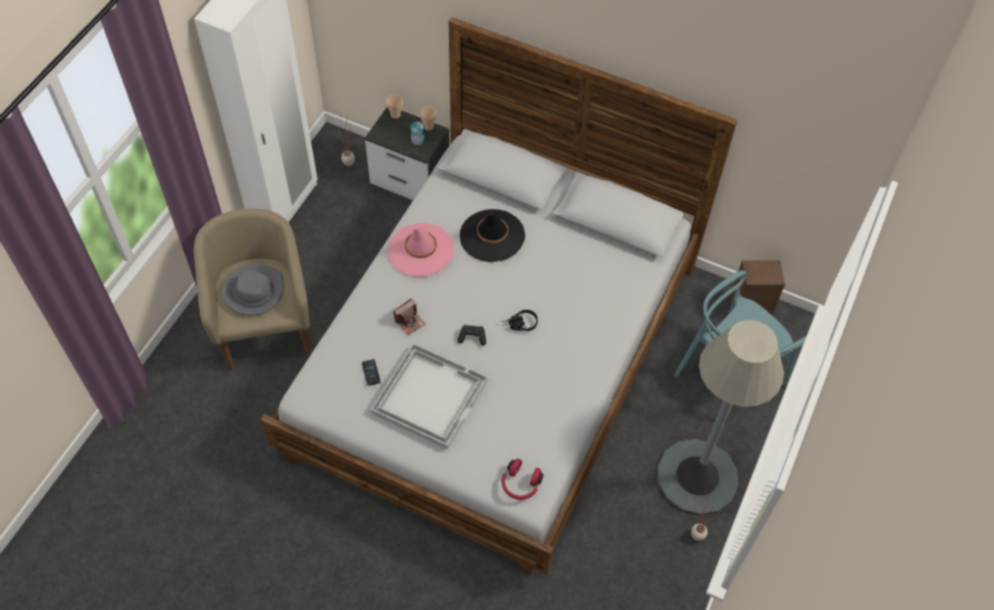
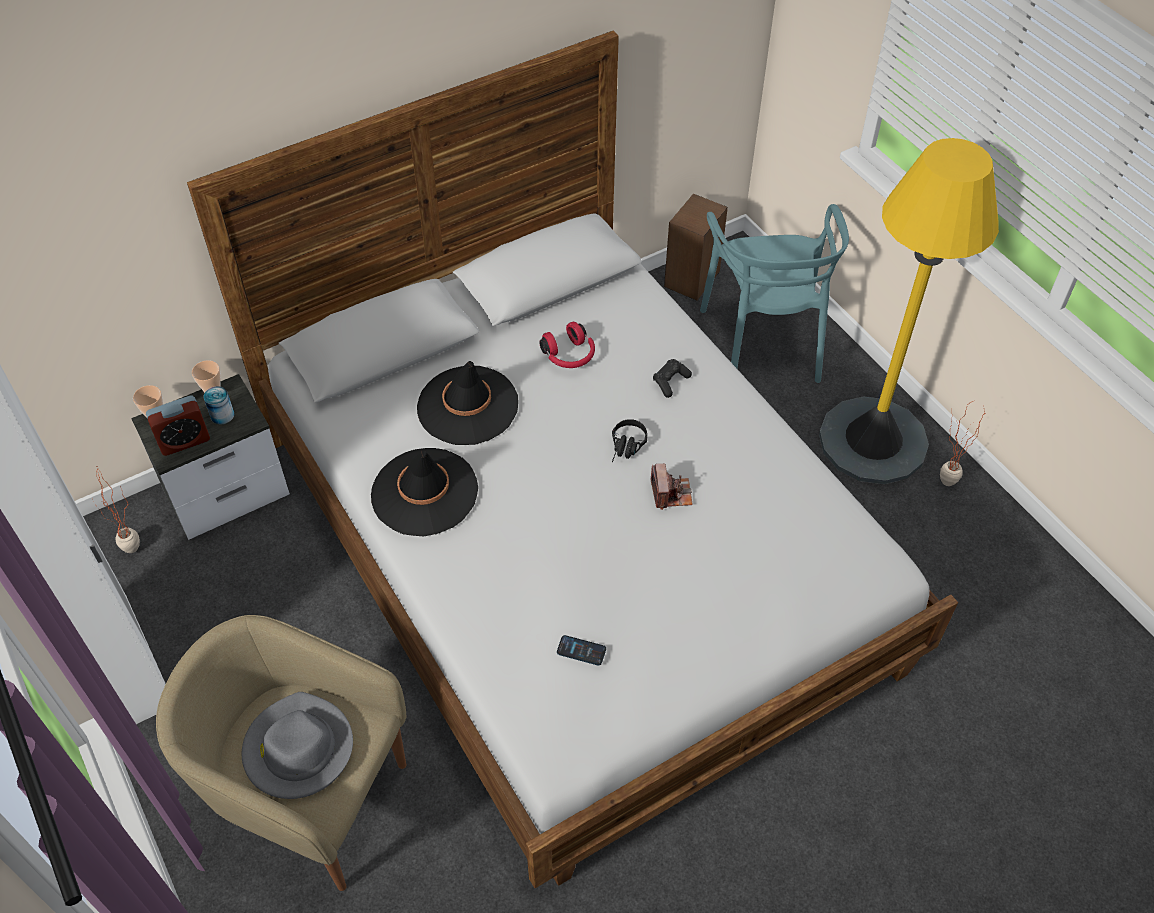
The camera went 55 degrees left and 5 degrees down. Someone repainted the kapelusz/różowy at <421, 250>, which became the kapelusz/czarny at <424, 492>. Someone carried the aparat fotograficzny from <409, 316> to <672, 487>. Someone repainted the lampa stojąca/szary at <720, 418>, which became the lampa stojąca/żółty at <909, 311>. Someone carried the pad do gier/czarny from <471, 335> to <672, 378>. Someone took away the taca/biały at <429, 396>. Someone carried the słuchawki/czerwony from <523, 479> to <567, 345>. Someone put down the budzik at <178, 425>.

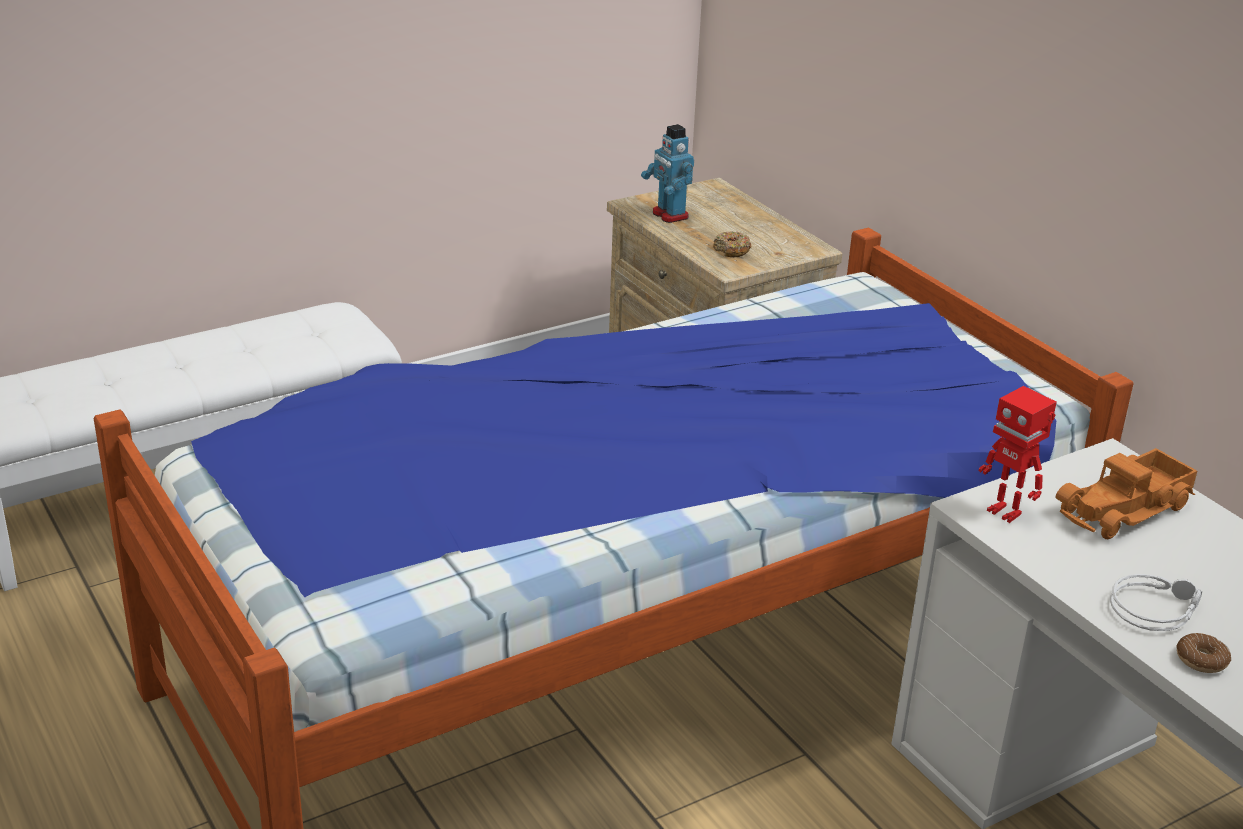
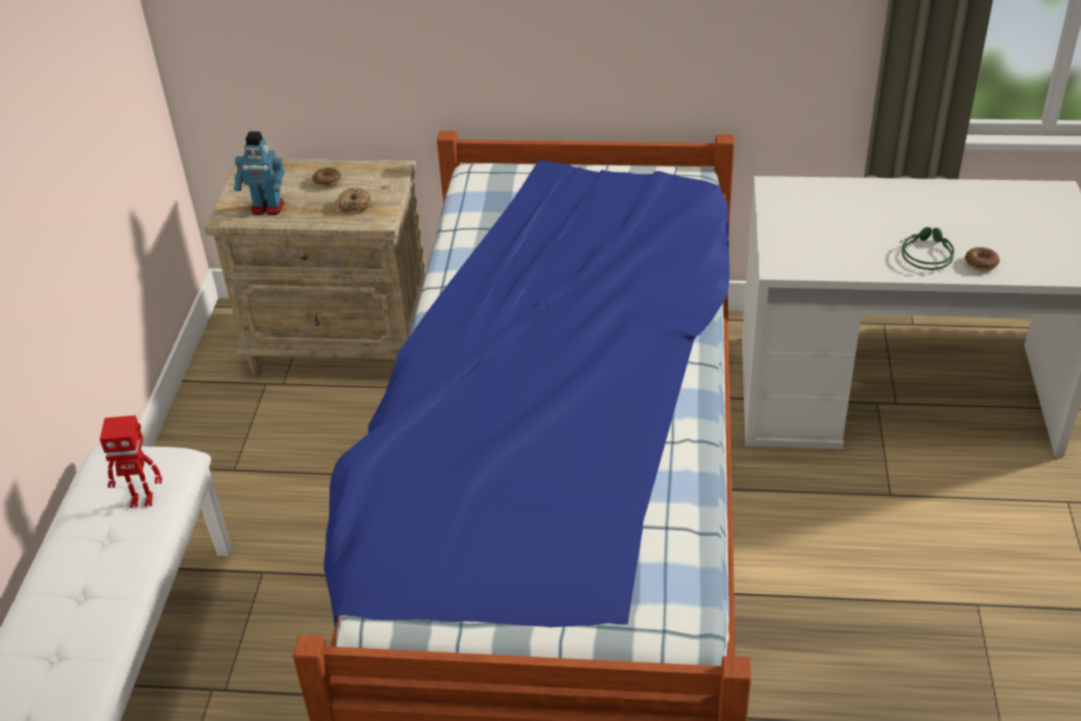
The camera went 50 degrees left and 10 degrees up. Someone carried the robot zabawkowy from <1018, 454> to <131, 461>. Someone took away the ciężarówka zabawkowa at <1126, 493>. Someone repainted the słuchawki/szary at <1156, 602>, which became the słuchawki/zielony at <927, 248>. Someone put down the donut at <327, 177>.

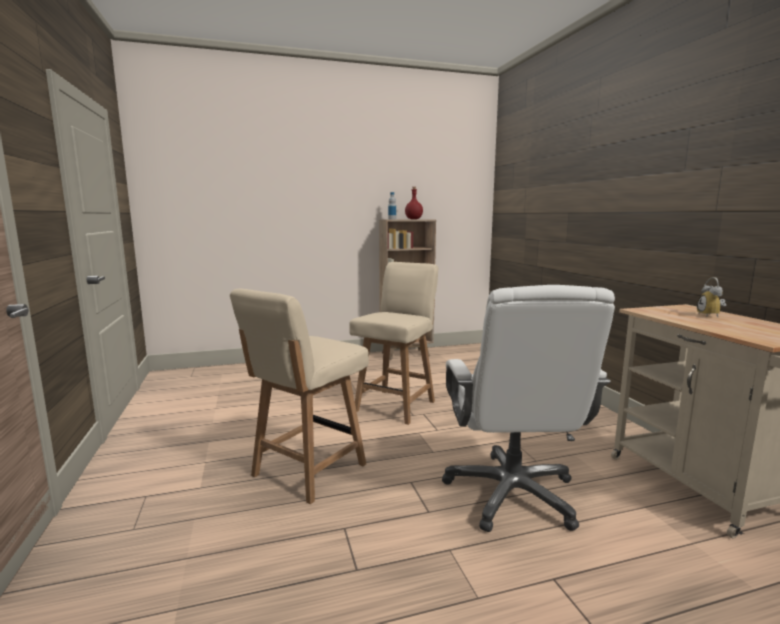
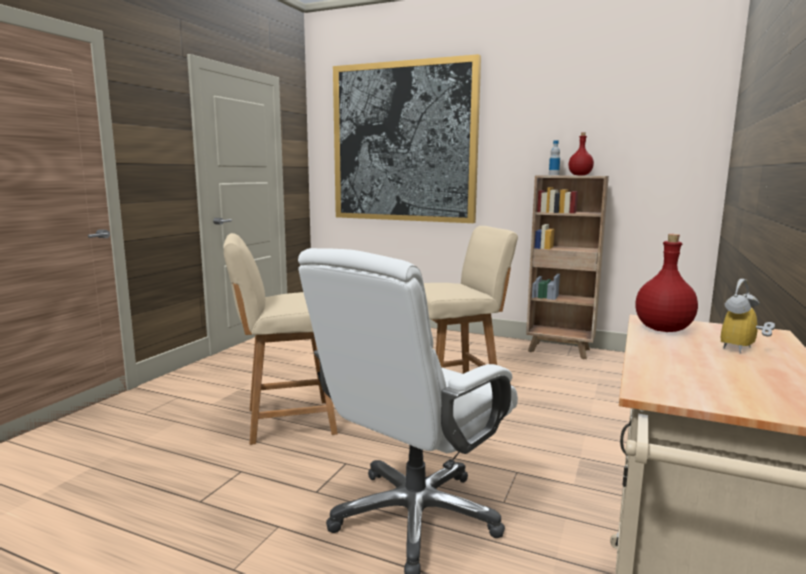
The camera went 40 degrees right and 0 degrees up. Someone put up the obraz at <407, 138>. Someone put down the butelka/czerwony at <666, 283>.

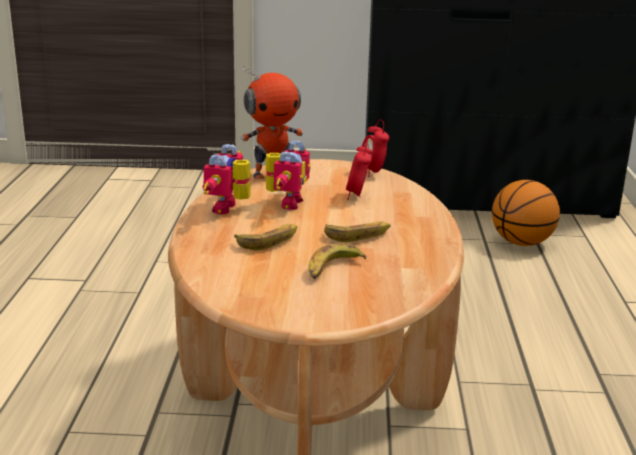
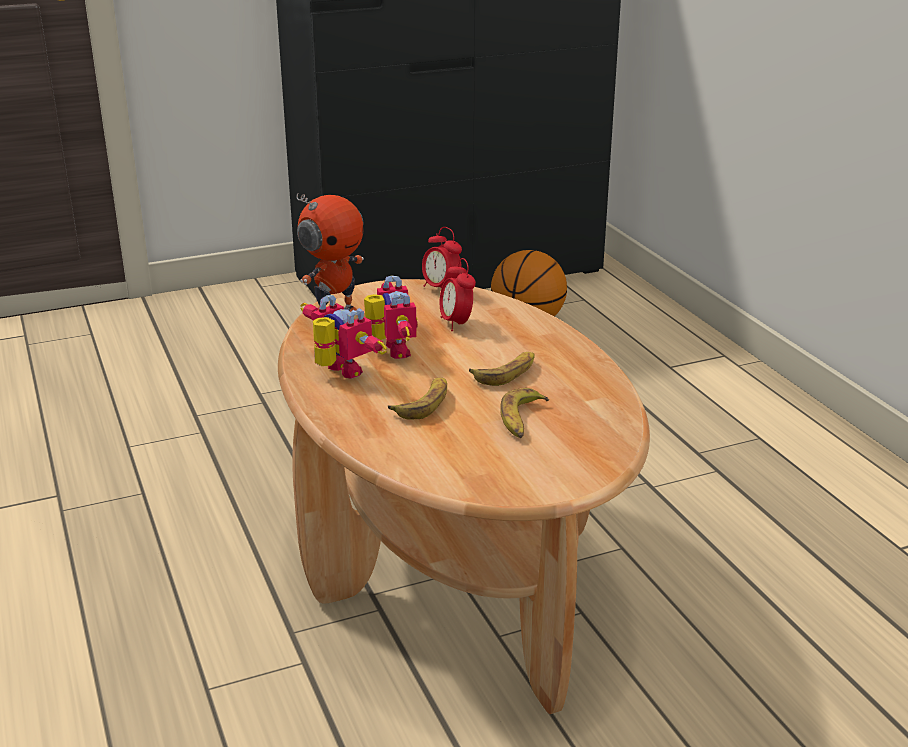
The camera went 25 degrees left and 5 degrees up. Someone rotated the robot zabawkowy at <226, 179> by 150 degrees clockwise.

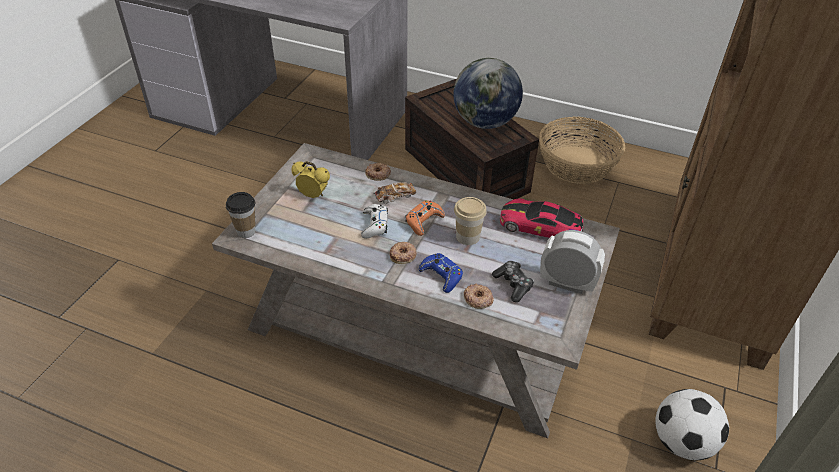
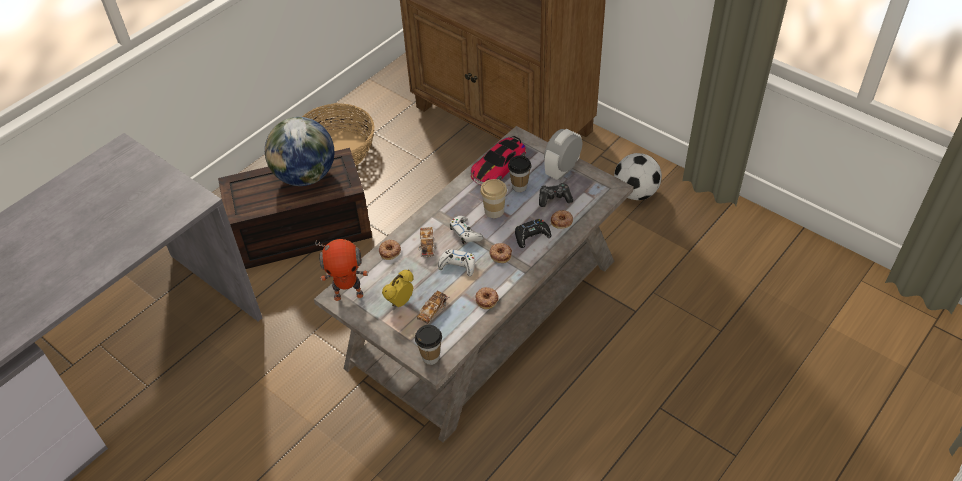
The camera went 70 degrees left and 5 degrees up. Someone repainted the pad do gier/pomarańczowy at <425, 218>, which became the pad do gier/biały at <466, 230>. Someone repainted the pad do gier/niebieski at <441, 273>, which became the pad do gier/czarny at <533, 233>. Someone put down the filiżanka at <519, 173>. Someone put down the robot zabawkowy at <341, 270>. Someone put down the donut at <487, 298>. Someone put down the samochodzik at <433, 307>.

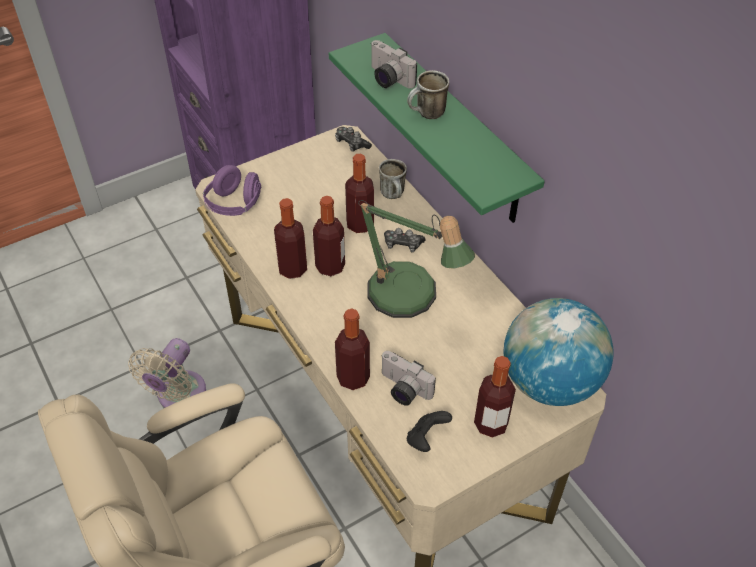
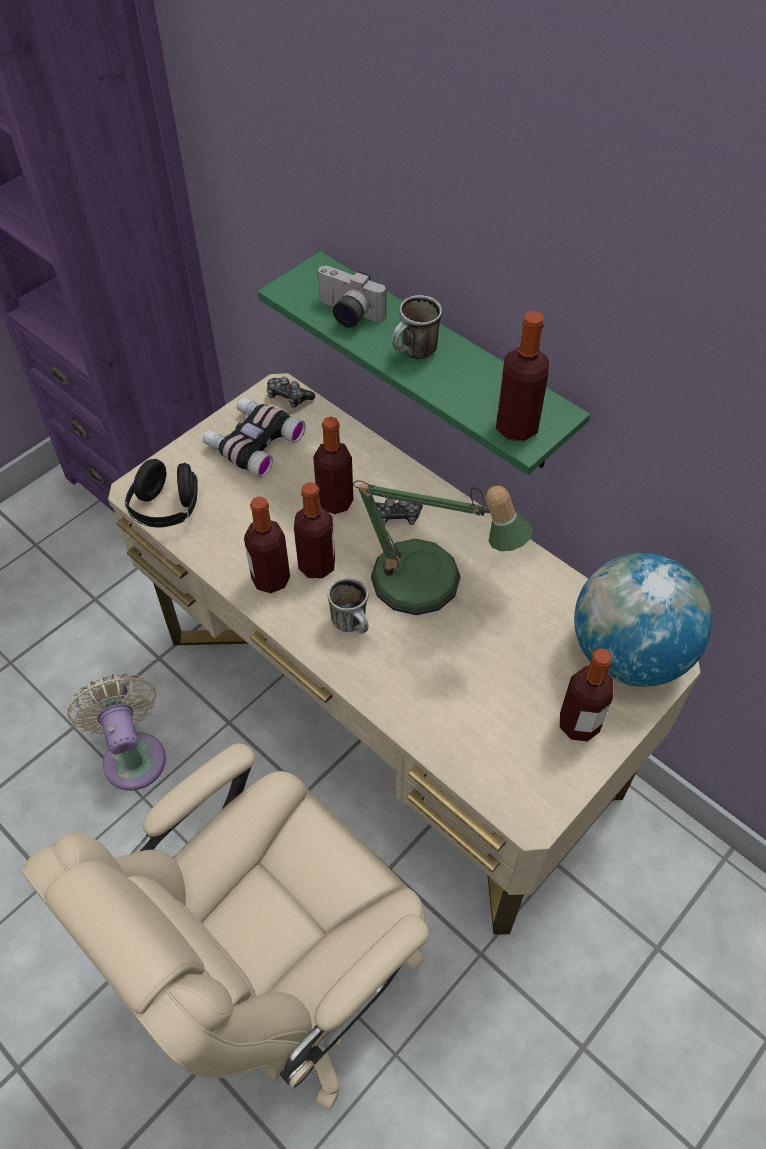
The camera went 15 degrees left and 5 degrees up. Someone carried the kubek from <393, 179> to <348, 606>. Someone repainted the słuchawki/fioletowy at <232, 190>, which became the słuchawki/czarny at <161, 493>. Someone carried the butelka from <352, 349> to <522, 376>. Someone rotated the wentylator/beżowy at <167, 373> by 150 degrees clockwise. Someone took away the aparat fotograficzny at <408, 378>. Someone took away the pad do gier/czarny at <429, 431>. Someone put down the lornetka at <254, 437>.

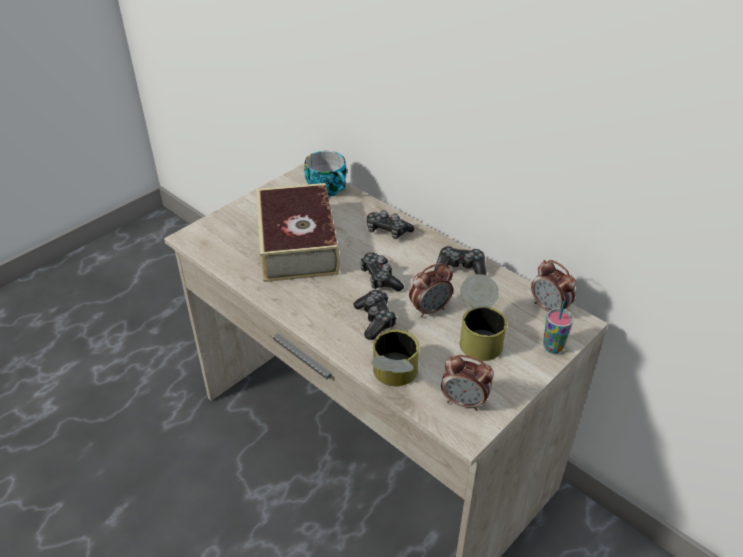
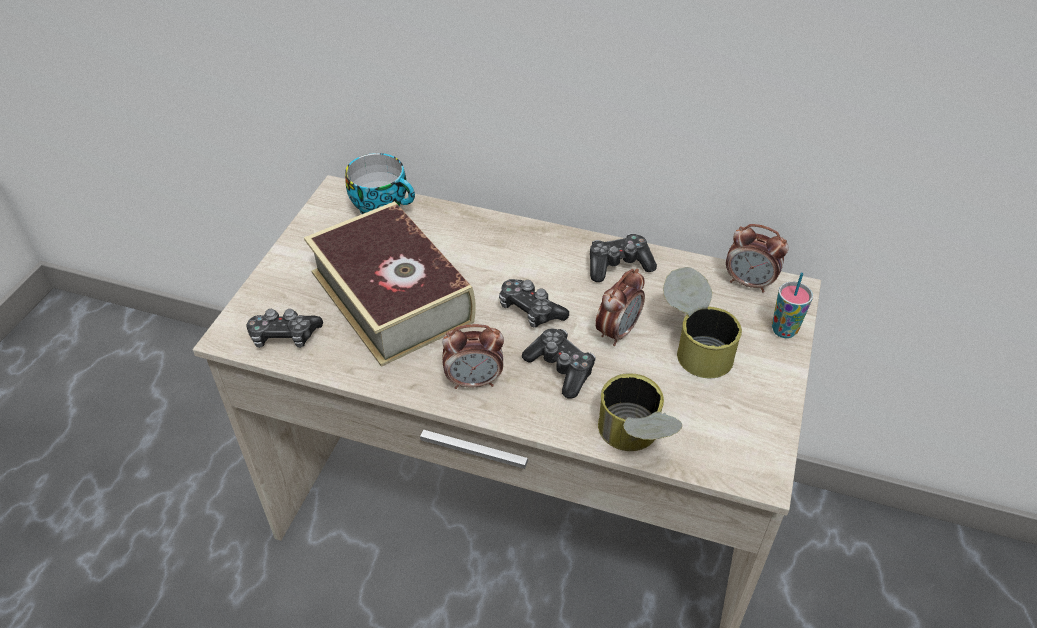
The camera went 25 degrees left and 5 degrees up. Someone carried the pad do gier from <390, 224> to <284, 328>. Someone carried the budzik from <467, 383> to <473, 356>.

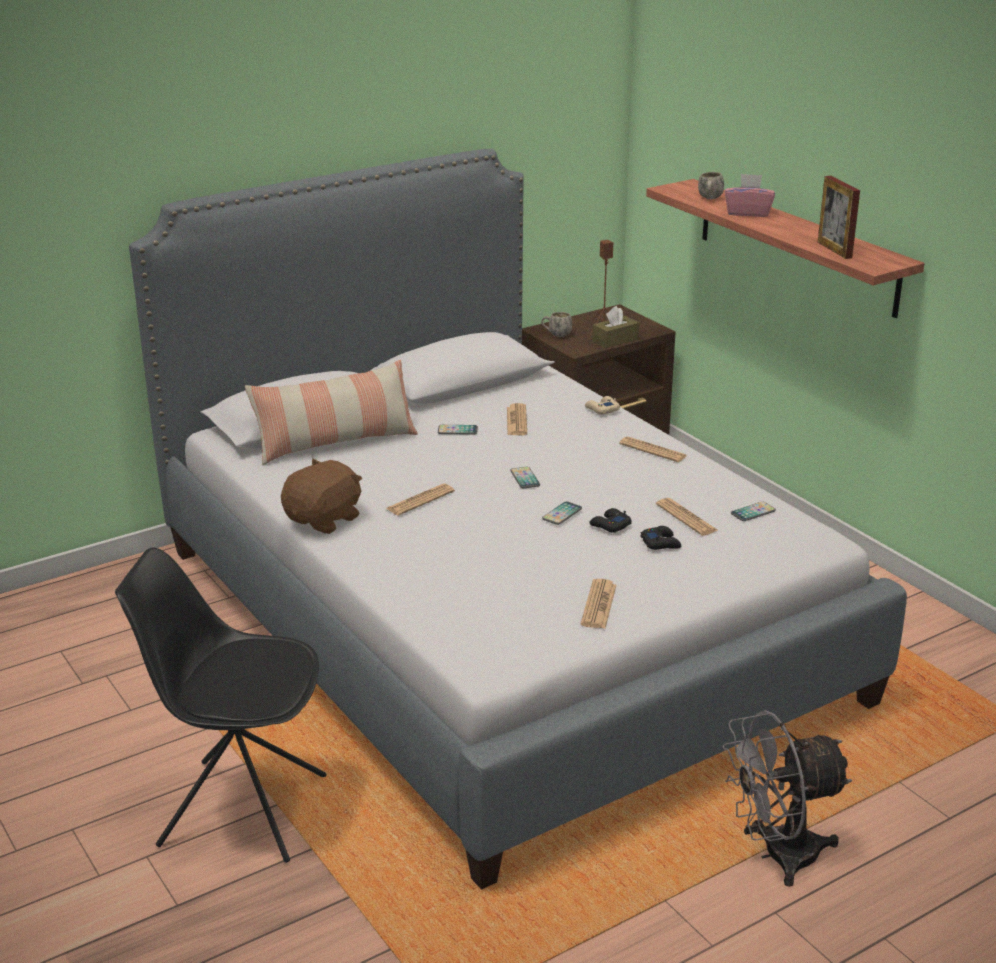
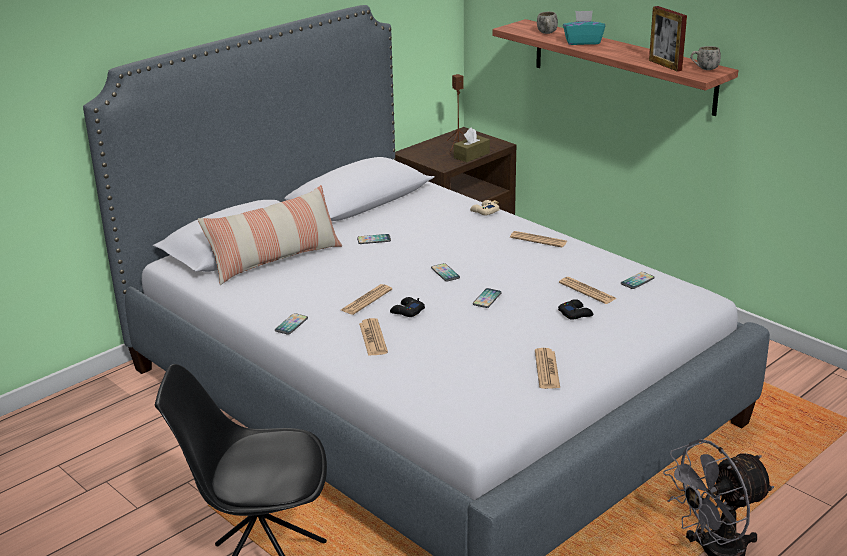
The camera went 10 degrees left and 0 degrees up. Someone repainted the pudełko chusteczek/różowy at <750, 195>, which became the pudełko chusteczek/turkusowy at <584, 27>. Someone carried the kubek/biały from <556, 324> to <705, 58>. Someone carried the gazeta from <517, 419> to <373, 337>. Someone swapped the pluszak/brązowy at <321, 496> for the telefon at <291, 324>. Someone carried the pad do gier/czarny from <610, 520> to <407, 307>.

